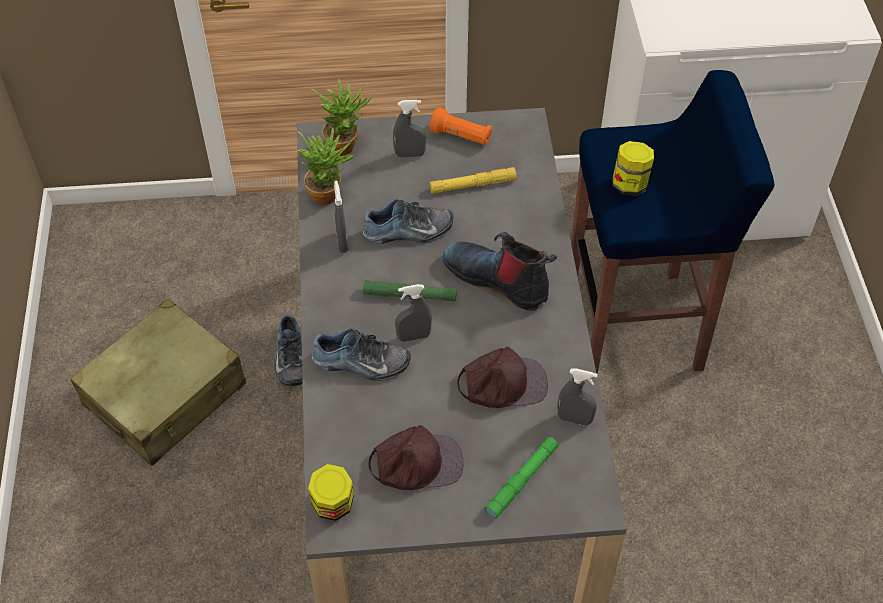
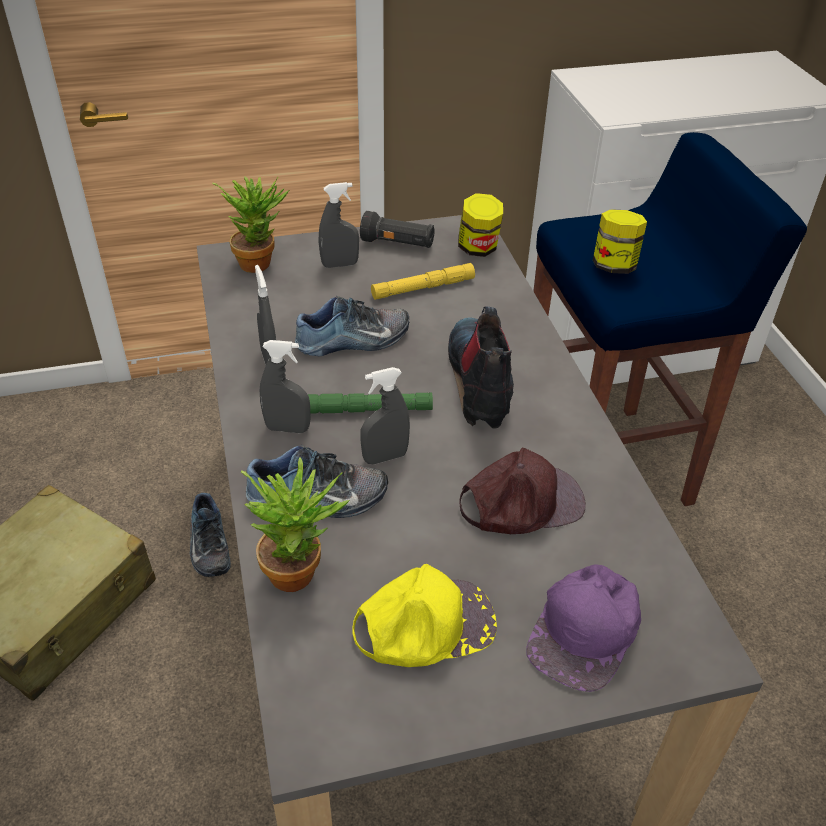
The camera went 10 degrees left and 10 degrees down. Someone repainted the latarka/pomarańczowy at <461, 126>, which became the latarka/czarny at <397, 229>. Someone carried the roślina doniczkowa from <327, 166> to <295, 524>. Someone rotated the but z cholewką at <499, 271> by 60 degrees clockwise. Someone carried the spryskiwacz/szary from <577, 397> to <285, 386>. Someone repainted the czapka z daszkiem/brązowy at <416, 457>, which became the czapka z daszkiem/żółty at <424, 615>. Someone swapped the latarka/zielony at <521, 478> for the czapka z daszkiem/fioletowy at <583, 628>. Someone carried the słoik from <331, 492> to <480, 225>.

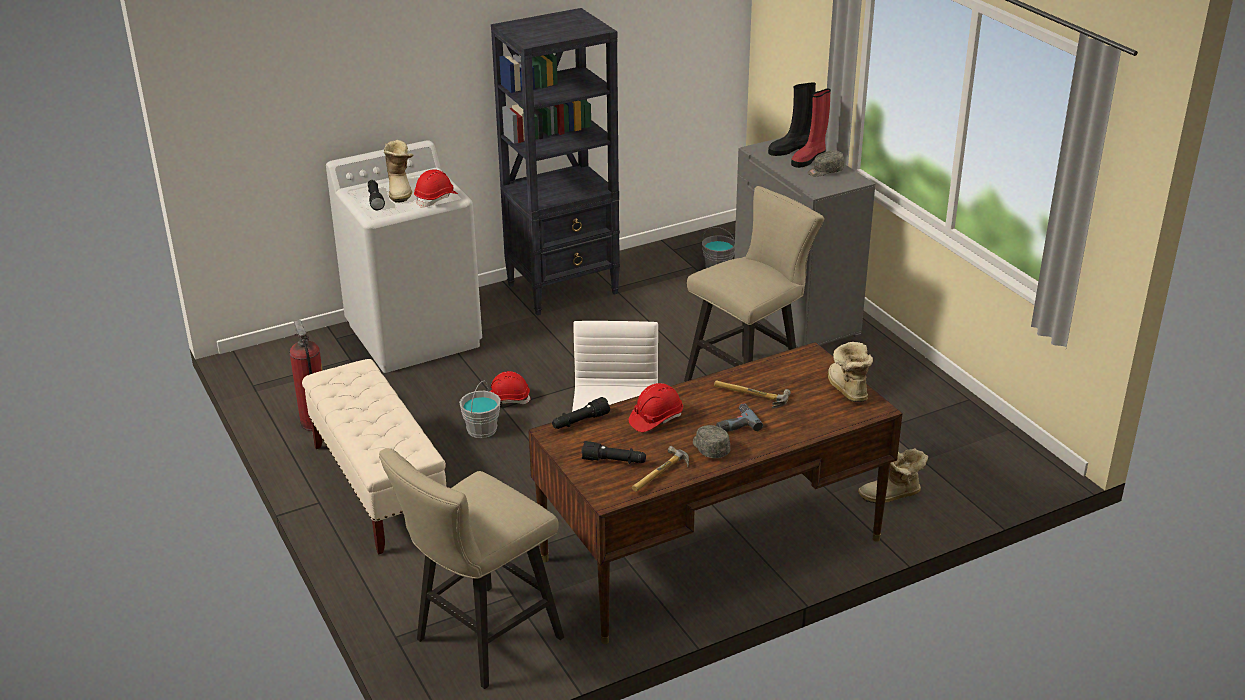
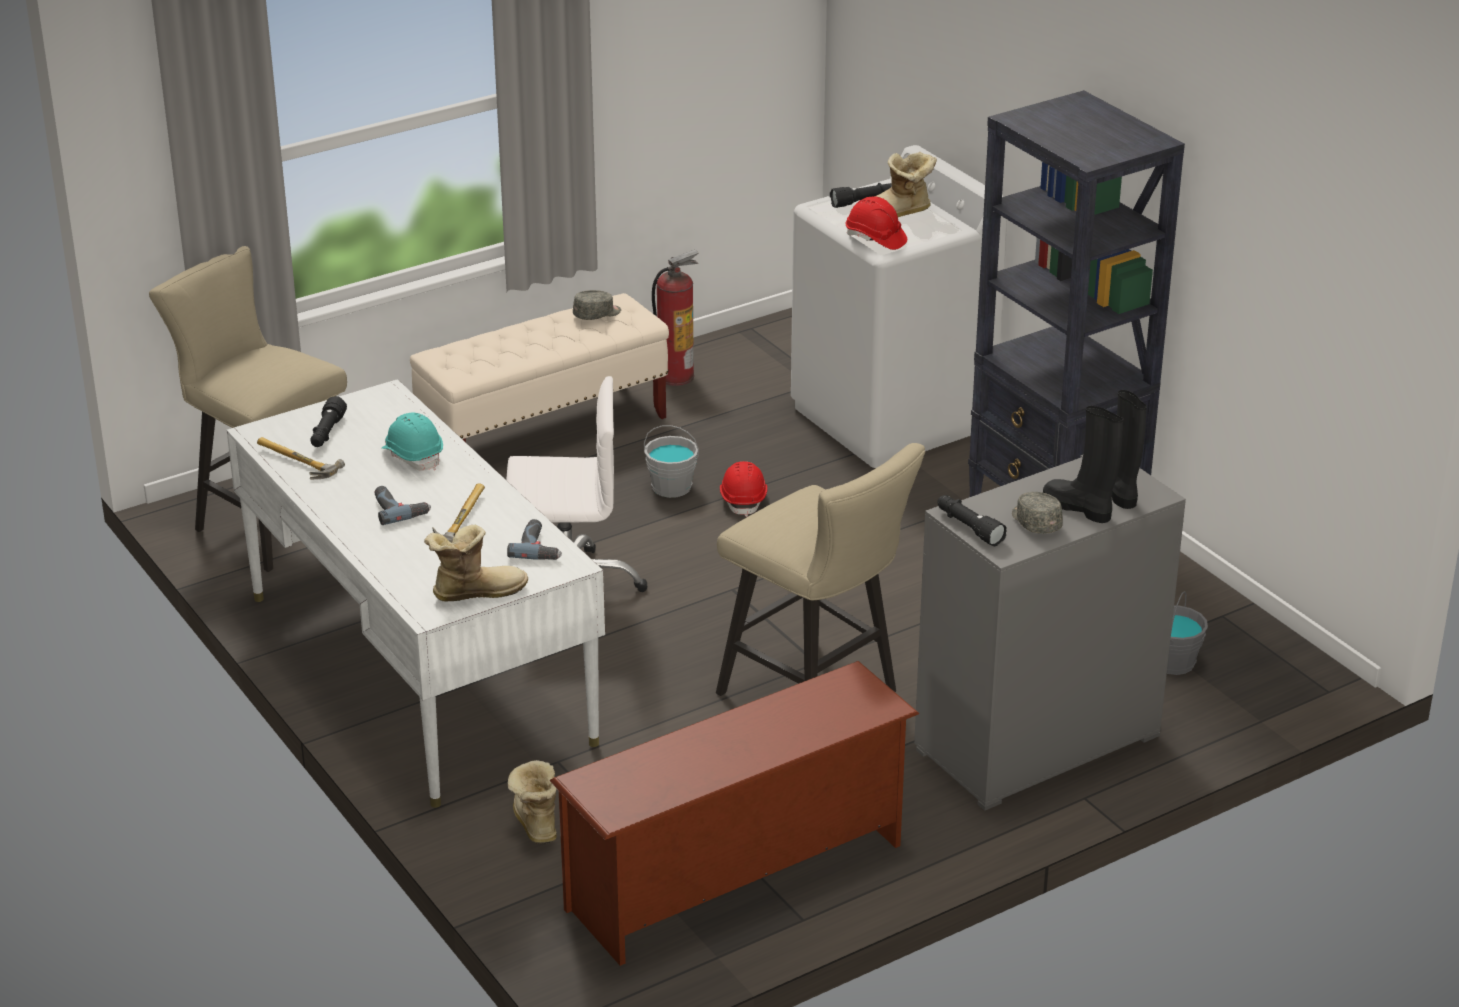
The camera went 85 degrees right and 0 degrees up. Someone repainted the but z cholewką/czerwony at <811, 128>, which became the but z cholewką/czarny at <1083, 464>. Someone repainted the biurko/brązowy at <715, 493>, which became the biurko/biały at <416, 593>. Someone repainted the kask/czerwony at <656, 407>, which became the kask/turkusowy at <412, 442>. Someone carried the latarka/czarny from <581, 413> to <972, 520>. Someone carried the czapka z daszkiem/szary from <711, 441> to <597, 305>. Someone put down the wiertarka at <534, 539>. Someone put down the regał na buty/brązowy at <734, 813>.

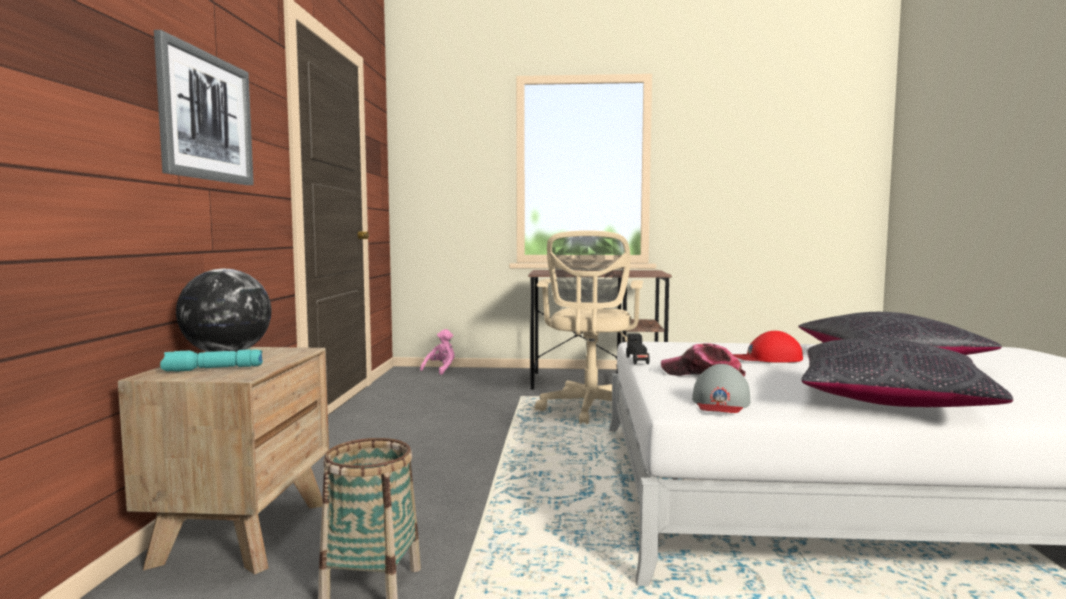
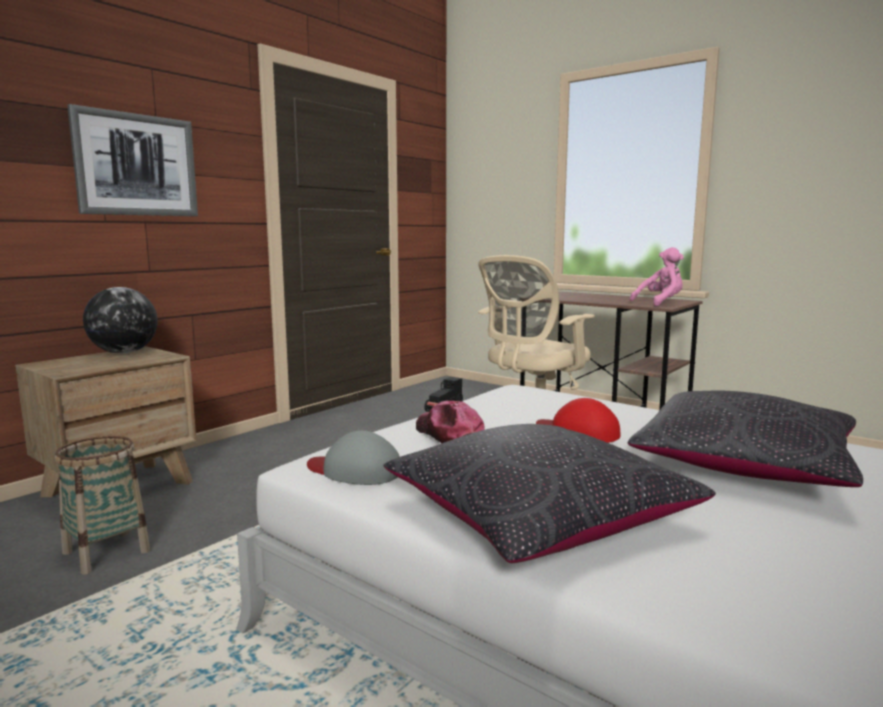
The camera went 35 degrees right and 5 degrees up. Someone carried the pluszak/różowy from <437, 352> to <657, 276>. Someone took away the latarka/turkusowy at <211, 360>. Someone rotated the czapka z daszkiem/szary at <721, 388> by 60 degrees clockwise.

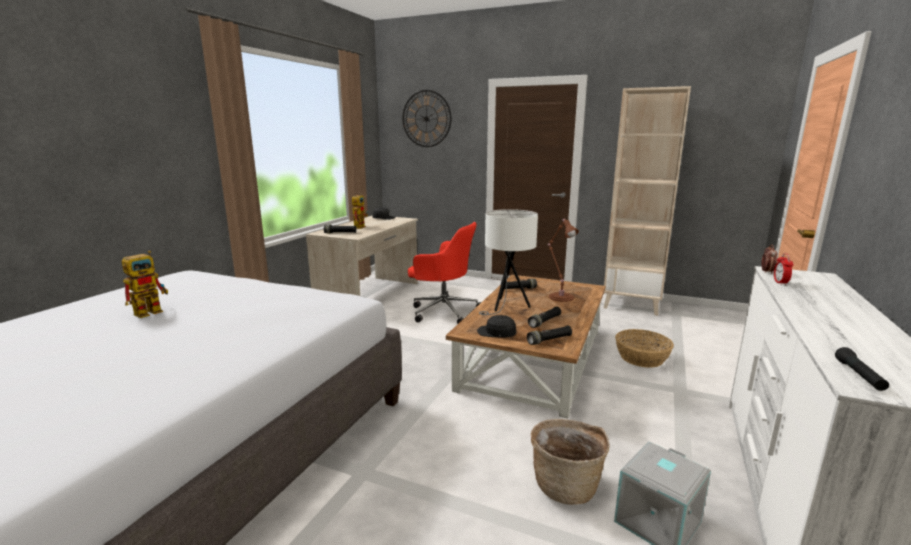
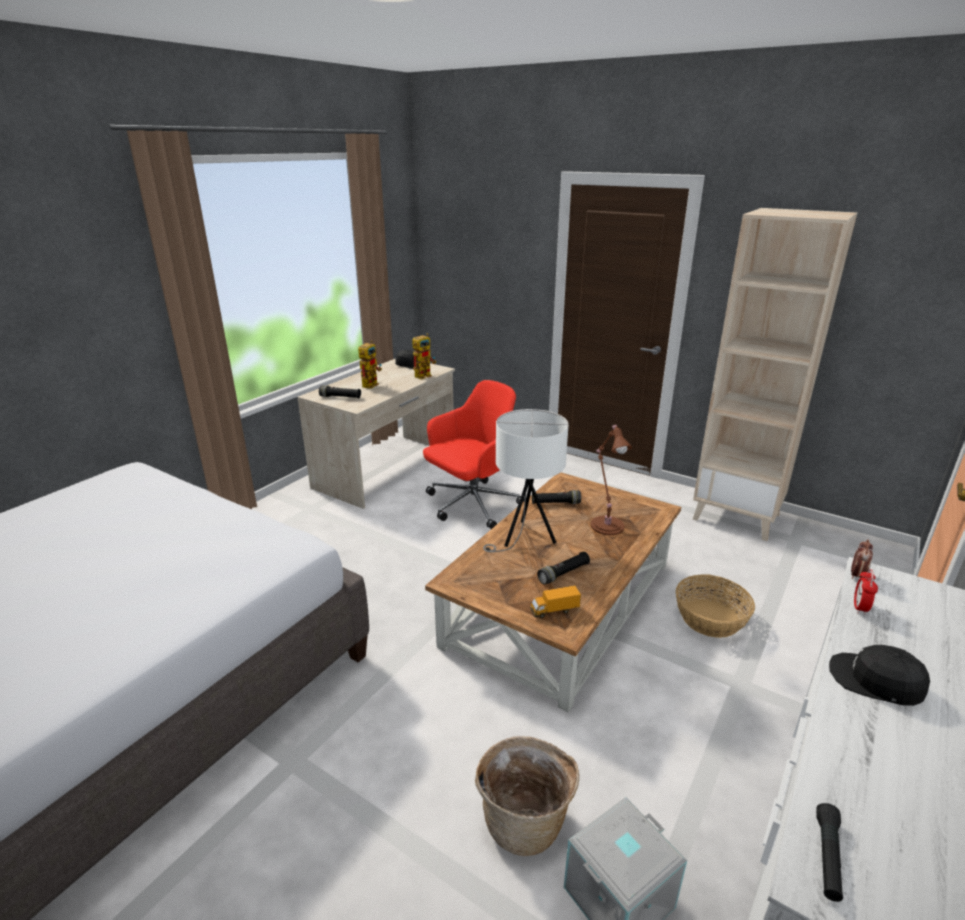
The camera went 10 degrees right and 10 degrees up. Someone took away the zegar ścienny at <426, 118>. Someone rotated the krzesło biurowe/czerwony at <444, 273> by 75 degrees counterclockwise. Someone carried the robot zabawkowy from <145, 284> to <424, 356>. Someone carried the czapka z daszkiem/czarny from <496, 326> to <879, 675>. Someone swapped the latarka/czarny at <549, 335> for the ciężarówka zabawkowa at <555, 601>.

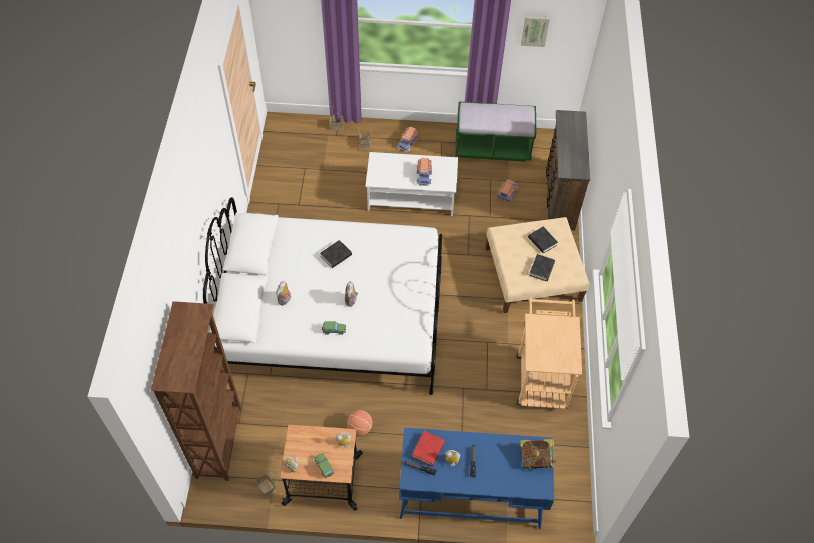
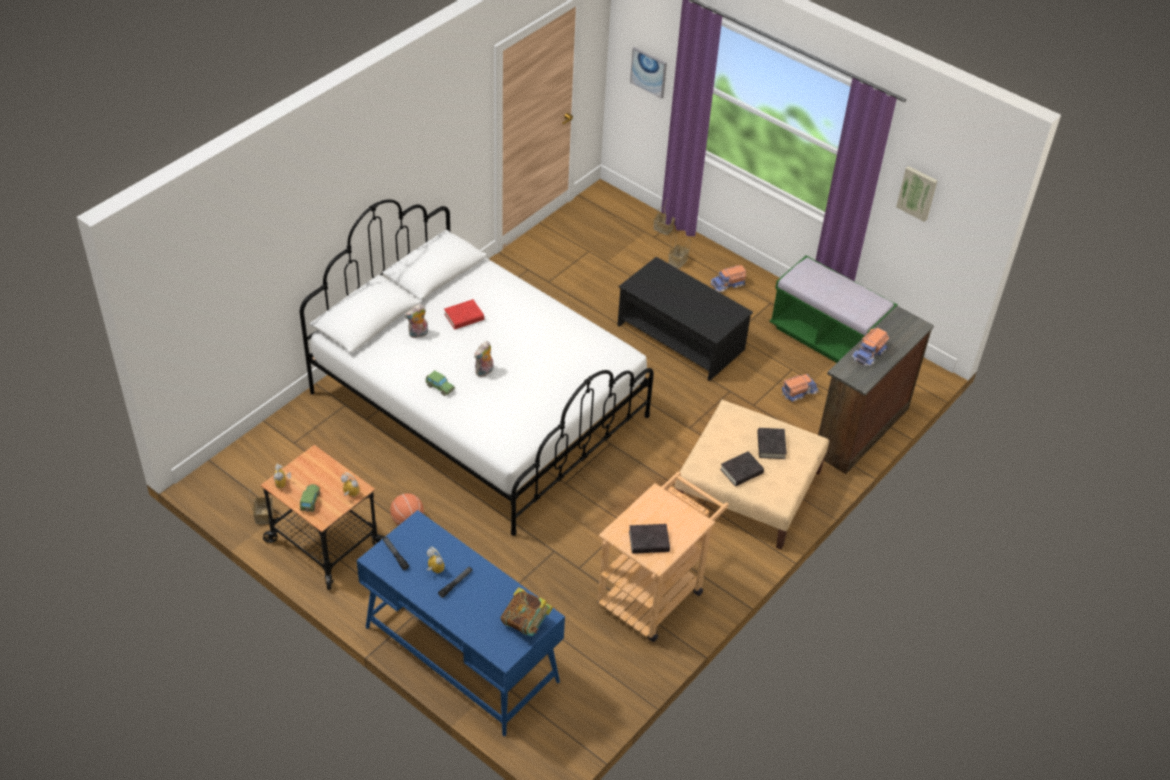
The camera went 35 degrees right and 10 degrees down. Someone repainted the ława/biały at <411, 184>, which became the ława/czarny at <685, 319>. Someone carried the ciężarówka zabawkowa from <424, 172> to <870, 347>. Someone carried the książka/czarny from <336, 254> to <649, 539>. Someone took away the regał/brązowy at <196, 391>. Someone carried the książka/czerwony from <428, 448> to <464, 314>. Someone put up the obraz at <648, 73>.

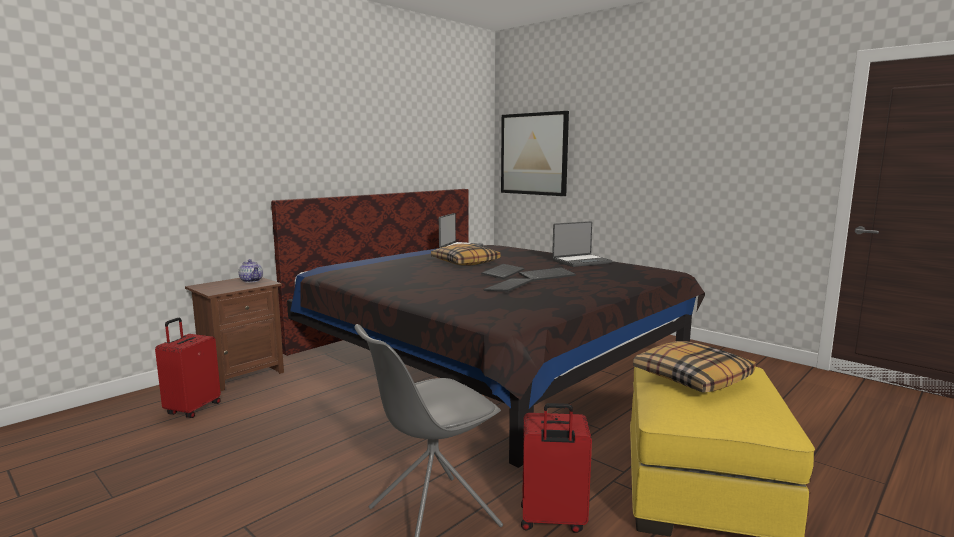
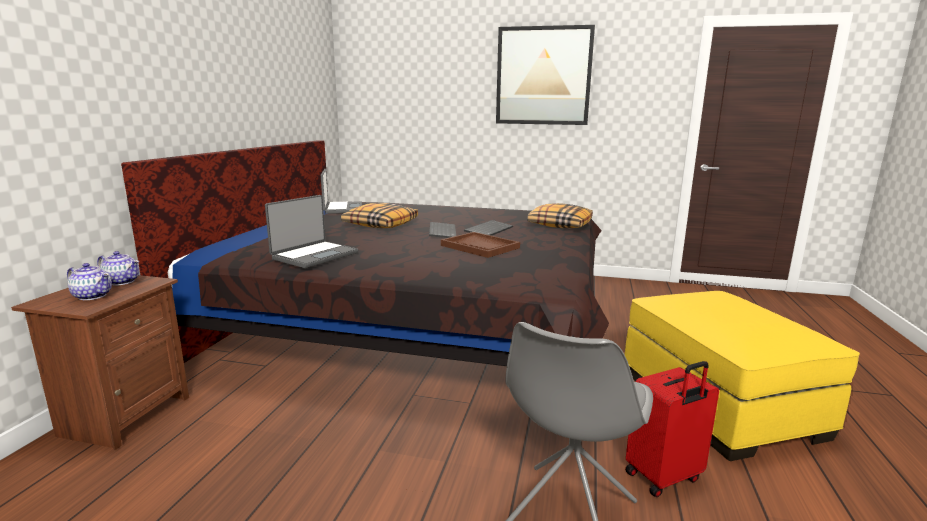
The camera went 30 degrees left and 5 degrees up. Someone carried the obraz from <535, 153> to <545, 75>. Someone carried the laptop from <582, 244> to <311, 231>. Someone swapped the klawiatura at <509, 285> for the taca/brązowy at <480, 245>. Someone took away the walizka/czerwony at <188, 368>. Someone carried the poduszka from <694, 366> to <560, 215>. Someone put down the imbryk at <89, 281>.

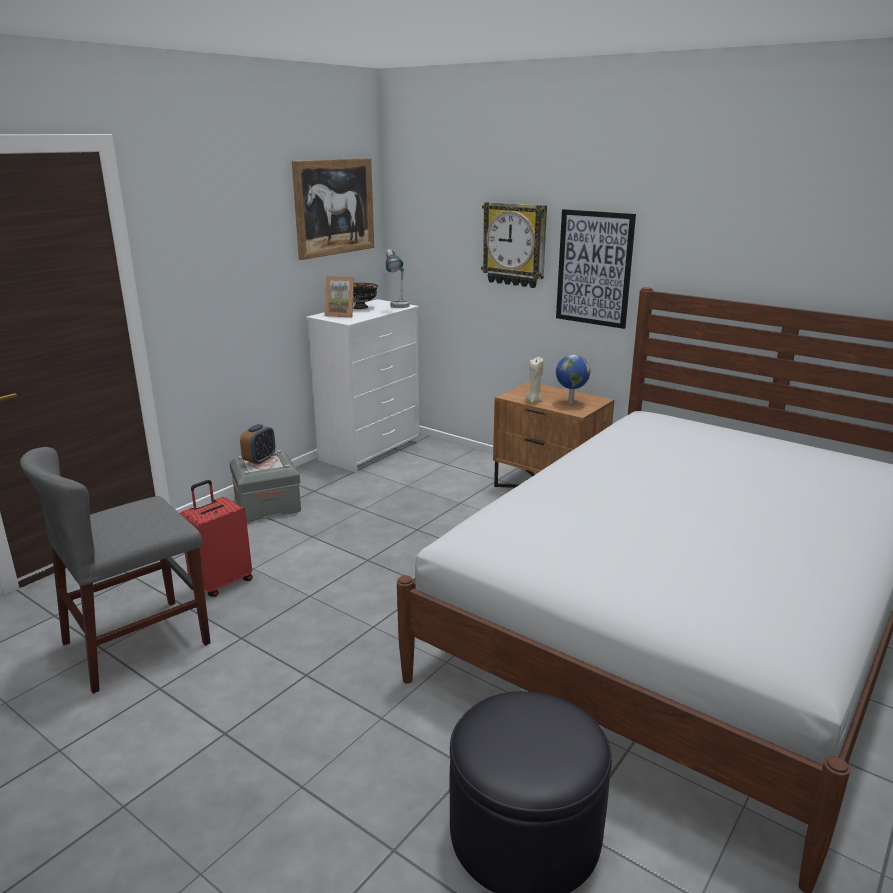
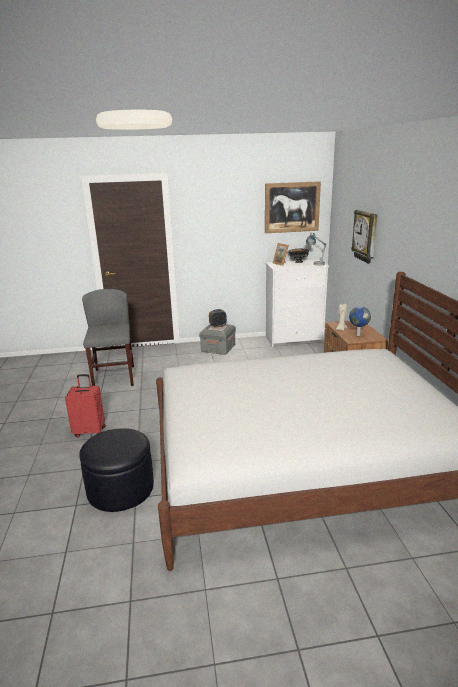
The camera went 45 degrees right and 0 degrees up. Someone took away the obraz at <596, 269>. Someone rotated the krzesło/szary at <115, 570> by 75 degrees clockwise. Someone carried the walizka/czerwony from <216, 538> to <85, 405>.

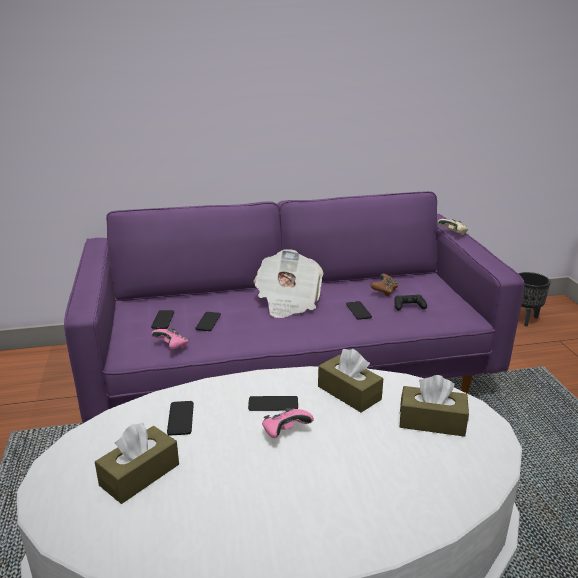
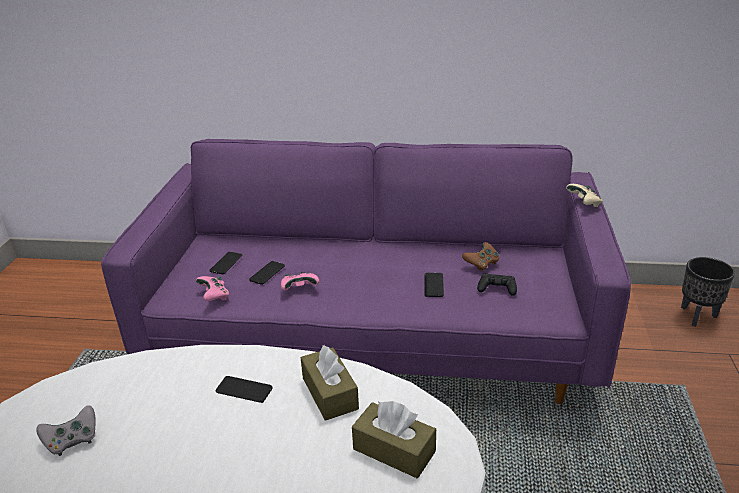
The camera went 20 degrees right and 5 degrees up. Someone took away the gazeta at <288, 283>. Someone took away the telefon at <180, 418>. Someone carried the pad do gier/różowy from <288, 423> to <300, 280>. Someone swapped the pudełko chusteczek/brązowy at <137, 463> for the pad do gier/szary at <66, 430>.

